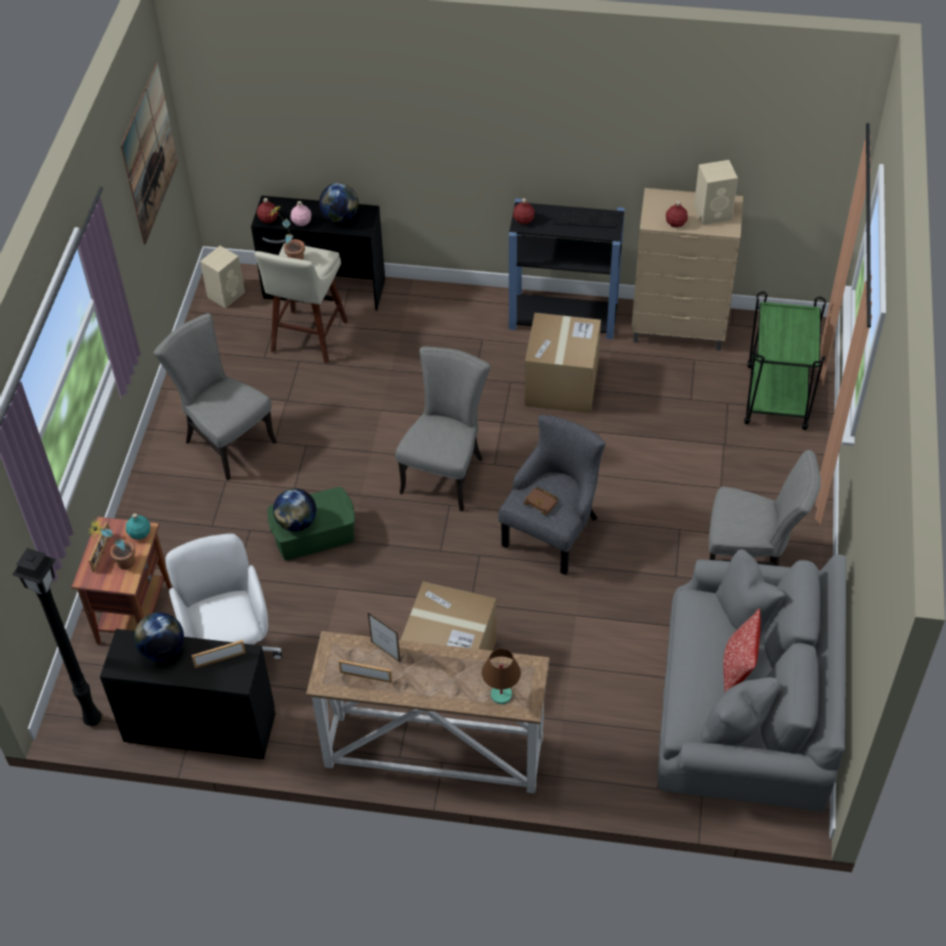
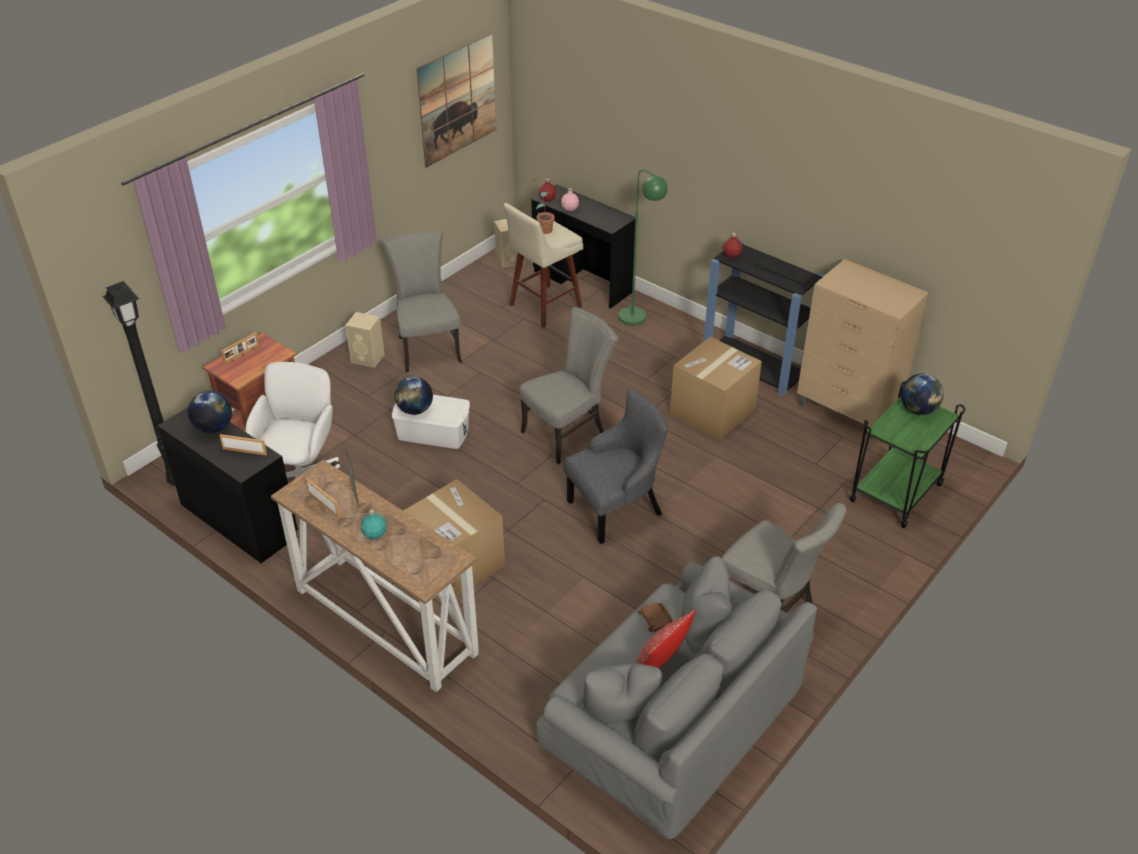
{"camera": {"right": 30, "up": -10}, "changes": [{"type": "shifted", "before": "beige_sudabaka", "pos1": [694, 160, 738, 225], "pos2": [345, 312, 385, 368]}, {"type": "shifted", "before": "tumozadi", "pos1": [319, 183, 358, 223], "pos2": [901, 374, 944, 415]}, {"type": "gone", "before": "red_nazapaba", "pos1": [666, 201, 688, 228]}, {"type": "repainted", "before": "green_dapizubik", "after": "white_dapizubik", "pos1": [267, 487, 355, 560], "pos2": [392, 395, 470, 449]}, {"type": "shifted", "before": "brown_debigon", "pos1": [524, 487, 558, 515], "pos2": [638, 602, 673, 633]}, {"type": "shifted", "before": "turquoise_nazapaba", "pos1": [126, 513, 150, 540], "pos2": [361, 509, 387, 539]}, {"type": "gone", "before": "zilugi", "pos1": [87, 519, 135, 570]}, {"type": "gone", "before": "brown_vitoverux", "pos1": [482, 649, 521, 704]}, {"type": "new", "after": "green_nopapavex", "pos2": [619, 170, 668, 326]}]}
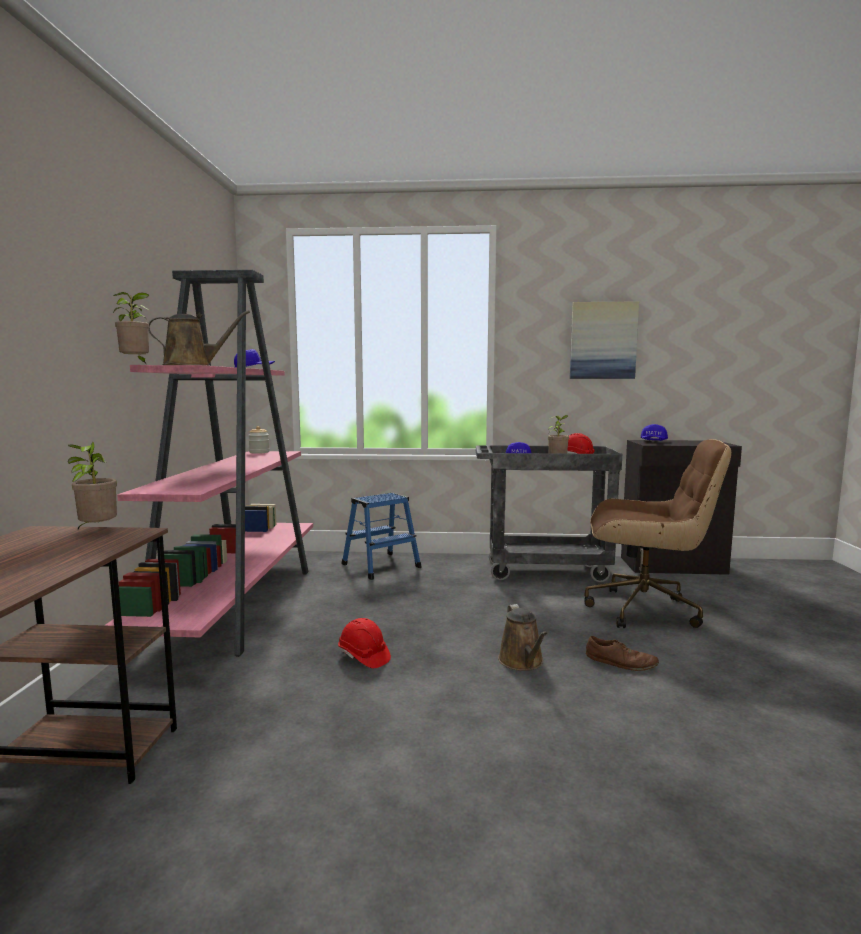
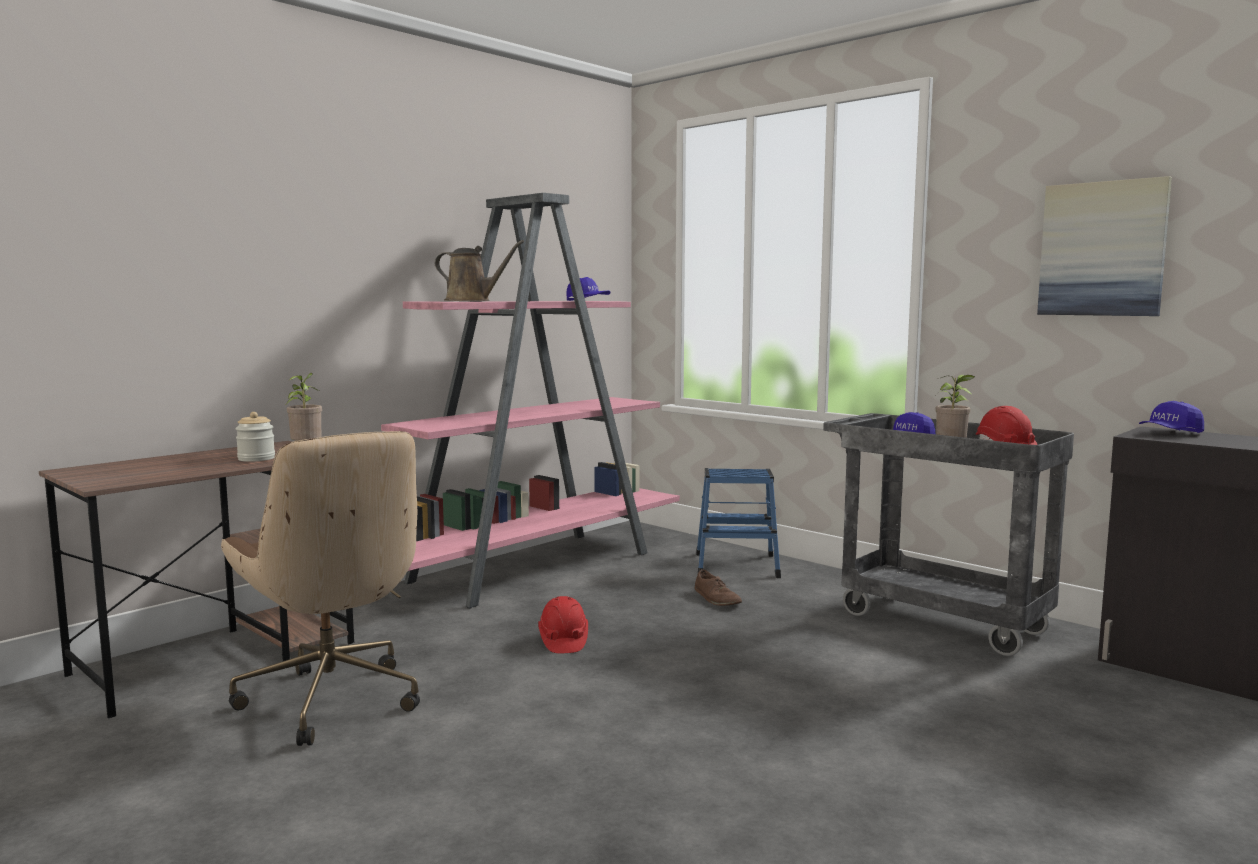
{"camera": {"right": 40, "up": 0}, "changes": [{"type": "gone", "before": "zilugi", "pos1": [113, 292, 149, 364]}, {"type": "shifted", "before": "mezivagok", "pos1": [248, 426, 269, 454], "pos2": [235, 412, 275, 462]}, {"type": "shifted", "before": "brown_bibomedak", "pos1": [584, 439, 731, 628], "pos2": [221, 431, 420, 746]}, {"type": "gone", "before": "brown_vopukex", "pos1": [498, 604, 547, 671]}, {"type": "shifted", "before": "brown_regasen", "pos1": [586, 636, 659, 671], "pos2": [695, 569, 742, 606]}]}
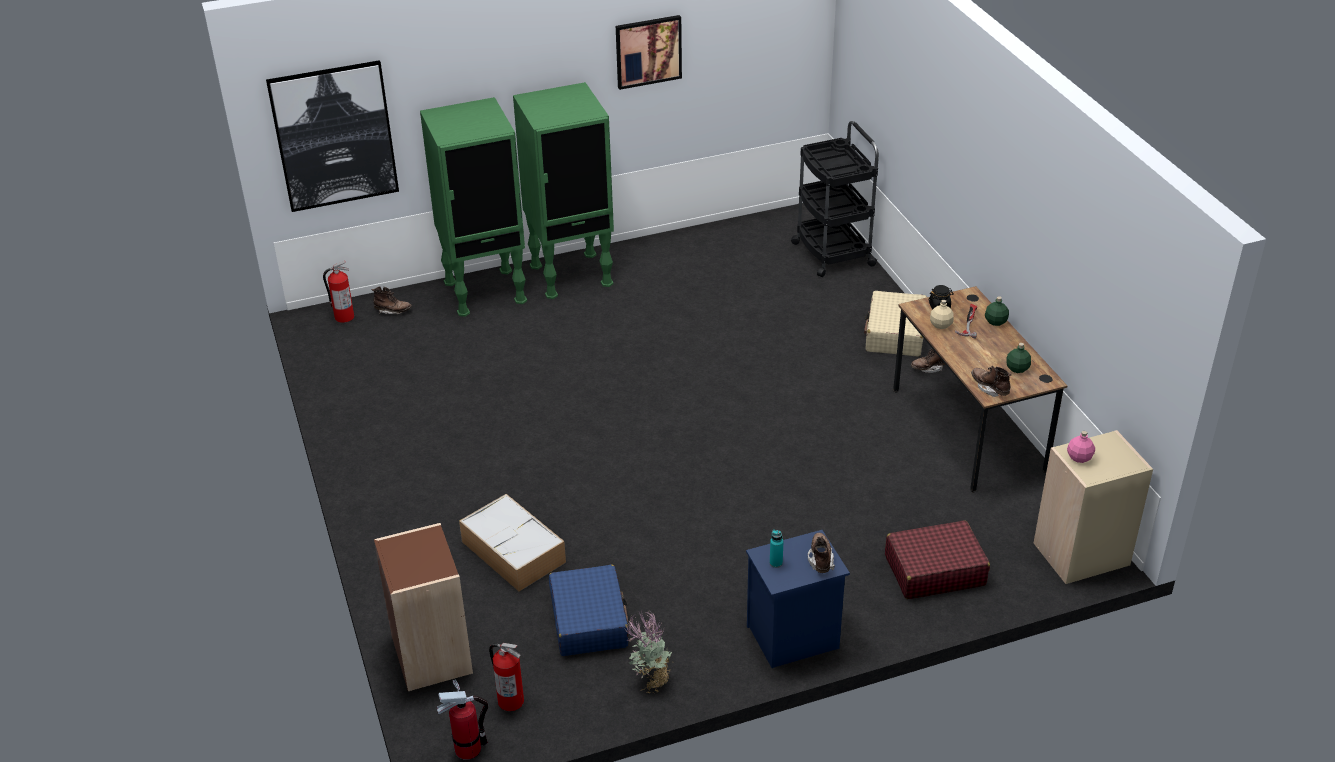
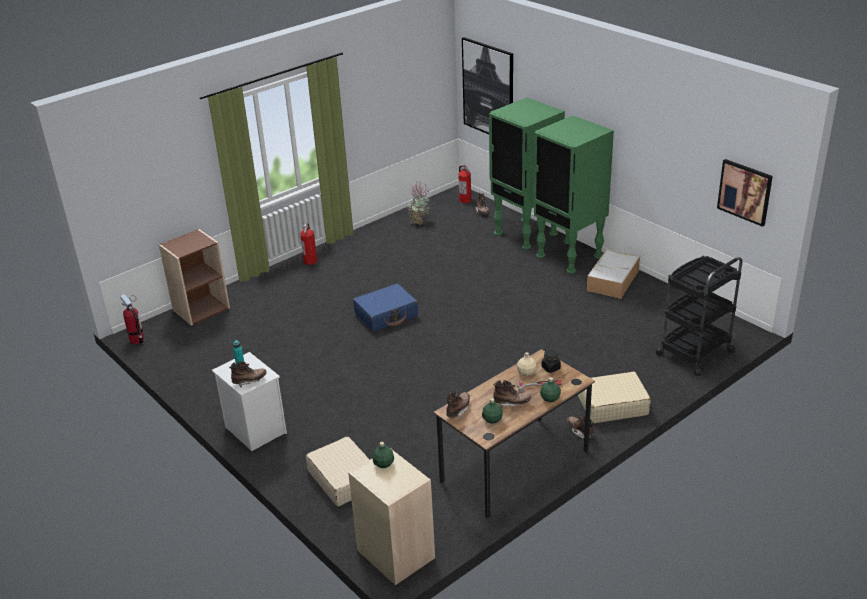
{"camera": {"right": 70, "up": -5}, "changes": [{"type": "shifted", "before": "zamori", "pos1": [616, 15, 682, 90], "pos2": [717, 159, 773, 227]}, {"type": "repainted", "before": "pink_nazapaba", "after": "green_nazapaba", "pos1": [1067, 431, 1095, 463], "pos2": [372, 442, 394, 468]}, {"type": "shifted", "before": "dapizubik", "pos1": [459, 494, 566, 591], "pos2": [587, 249, 640, 299]}, {"type": "repainted", "before": "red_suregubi", "after": "beige_suregubi", "pos1": [885, 520, 990, 599], "pos2": [306, 436, 369, 507]}, {"type": "repainted", "before": "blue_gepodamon", "after": "white_gepodamon", "pos1": [746, 530, 850, 668], "pos2": [212, 352, 287, 451]}, {"type": "shifted", "before": "blue_suregubi", "pos1": [549, 565, 629, 656], "pos2": [353, 284, 418, 332]}, {"type": "shifted", "before": "zilugi", "pos1": [625, 610, 673, 694], "pos2": [407, 182, 431, 225]}, {"type": "shifted", "before": "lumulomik", "pos1": [489, 643, 524, 711], "pos2": [300, 223, 317, 265]}, {"type": "new", "after": "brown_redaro", "pos2": [493, 380, 531, 408]}]}
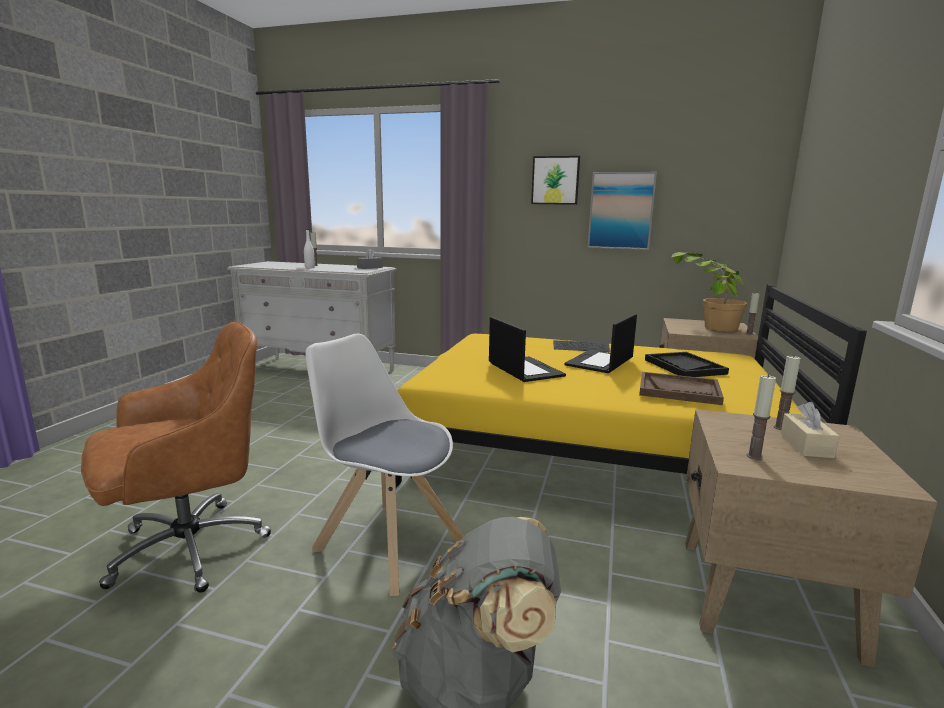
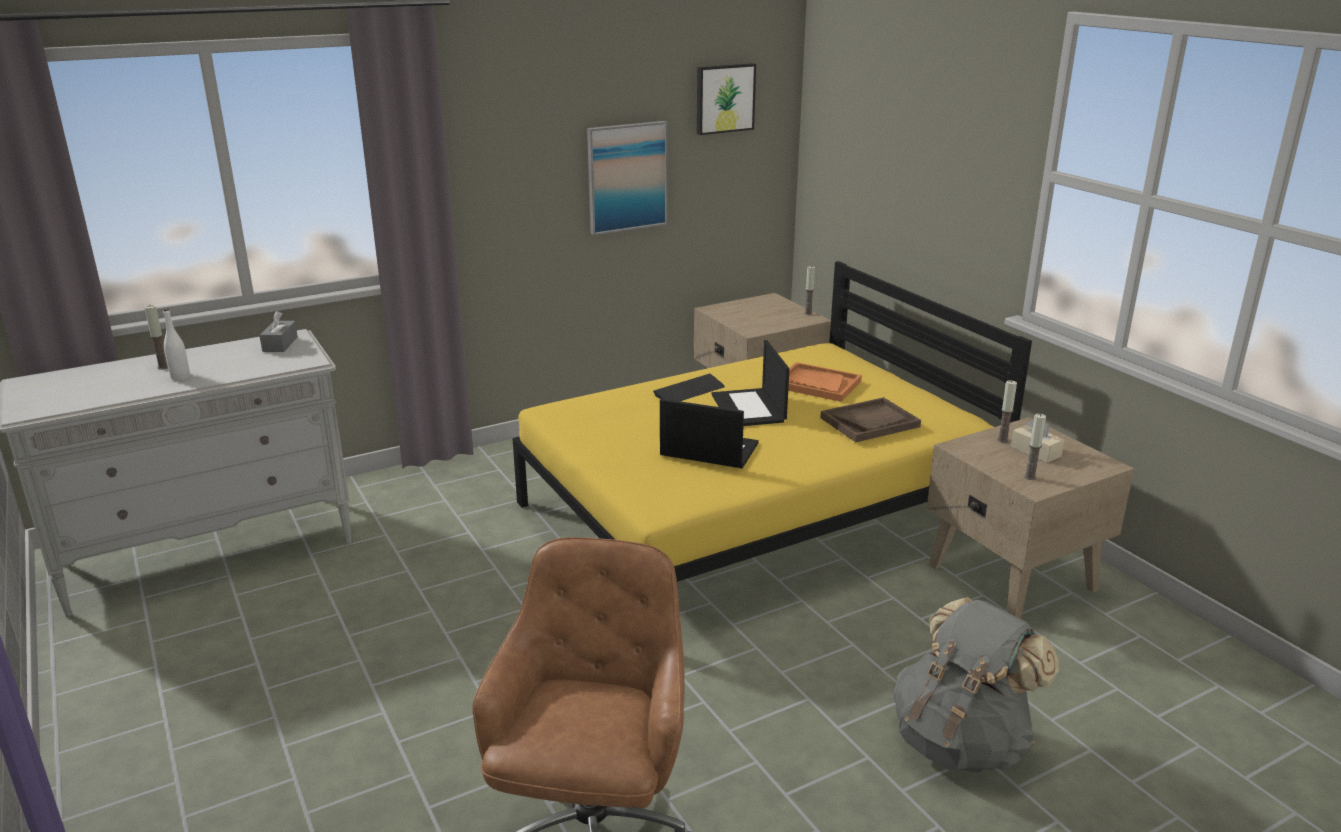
{"camera": {"right": -45, "up": 10}, "changes": [{"type": "shifted", "before": "zamori", "pos1": [531, 156, 580, 205], "pos2": [697, 63, 756, 135]}, {"type": "gone", "before": "zilugi", "pos1": [671, 252, 747, 332]}, {"type": "gone", "before": "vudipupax", "pos1": [305, 334, 464, 596]}, {"type": "repainted", "before": "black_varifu", "after": "orange_varifu", "pos1": [645, 352, 729, 377], "pos2": [788, 362, 862, 402]}]}
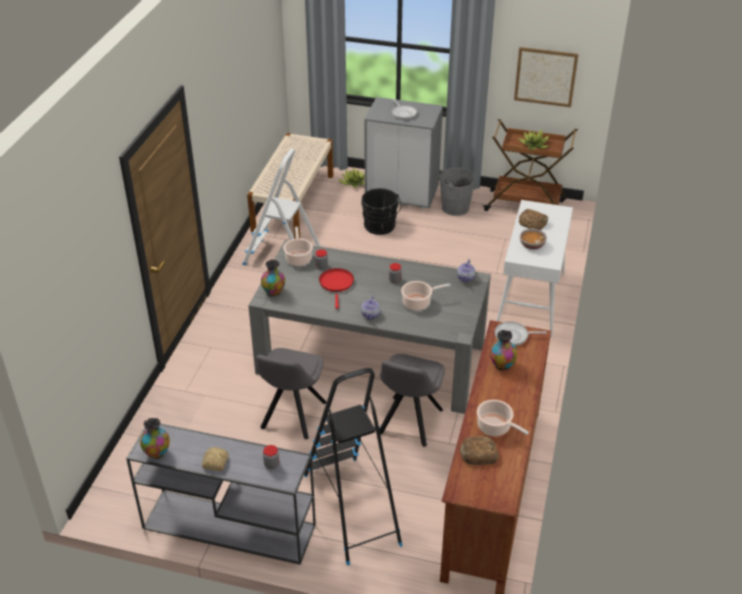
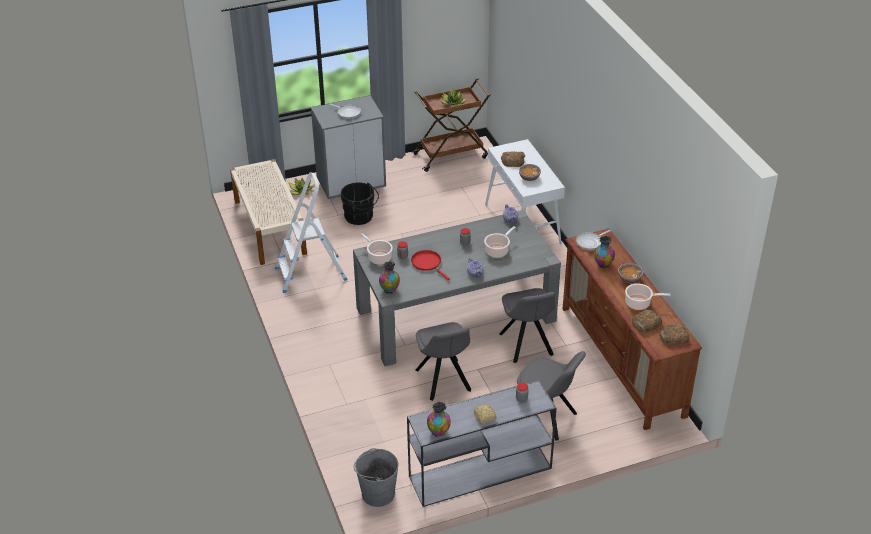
{"camera": {"right": -35, "up": 0}, "changes": [{"type": "gone", "before": "zamori", "pos1": [514, 47, 579, 107]}, {"type": "shifted", "before": "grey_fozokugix", "pos1": [439, 167, 475, 216], "pos2": [353, 448, 399, 507]}, {"type": "swapped", "before": "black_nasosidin", "after": "grey_vudipupax", "pos1": [304, 368, 402, 566], "pos2": [517, 351, 586, 441]}, {"type": "new", "after": "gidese", "pos2": [618, 263, 643, 283]}, {"type": "new", "after": "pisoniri", "pos2": [659, 324, 690, 345]}]}
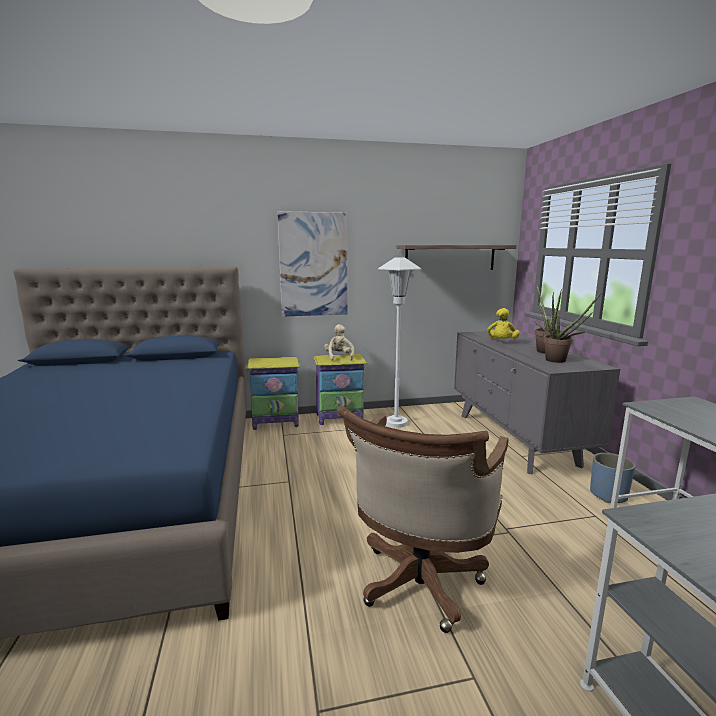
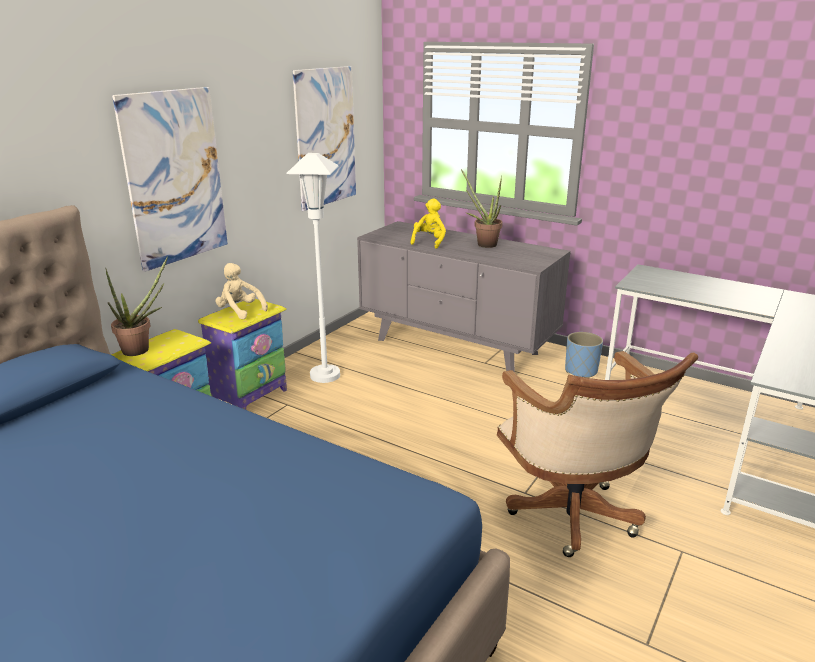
{"camera": {"right": -45, "up": 10}, "changes": [{"type": "swapped", "before": "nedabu", "after": "zamori", "pos1": [396, 245, 517, 270], "pos2": [293, 66, 356, 211]}, {"type": "shifted", "before": "zilugi", "pos1": [543, 292, 602, 363], "pos2": [105, 256, 168, 356]}, {"type": "rotated", "before": "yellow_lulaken", "pos1": [488, 308, 520, 339], "pos2": [410, 198, 446, 249], "turn": -135}]}
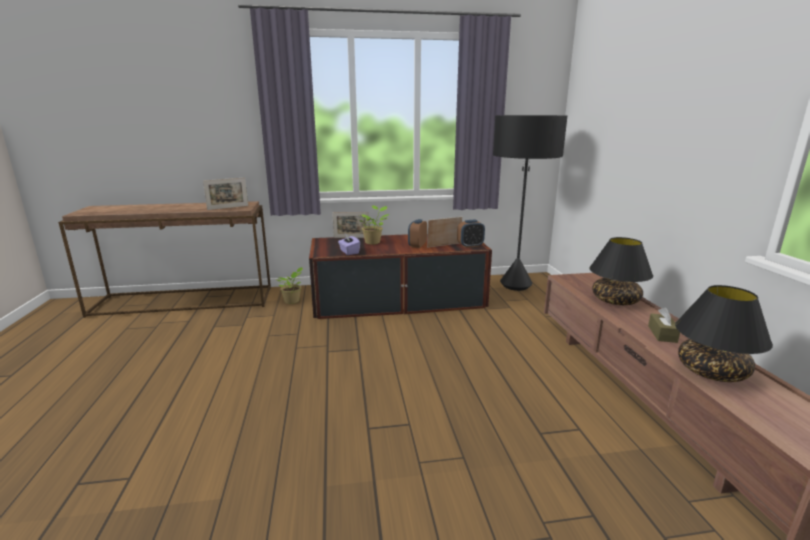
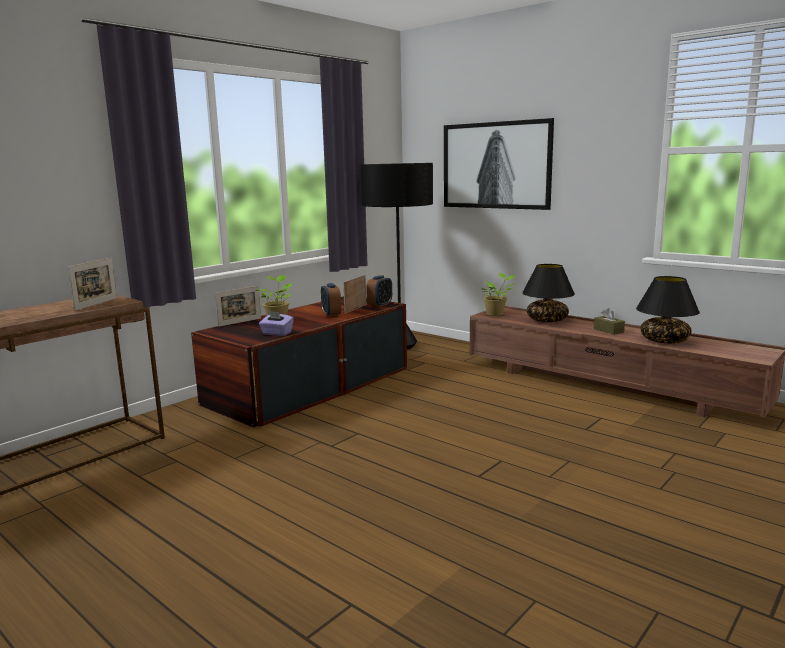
{"camera": {"right": -40, "up": -5}, "changes": [{"type": "shifted", "before": "zilugi", "pos1": [277, 267, 303, 304], "pos2": [482, 273, 515, 316]}, {"type": "new", "after": "zamori", "pos2": [444, 118, 554, 210]}]}
